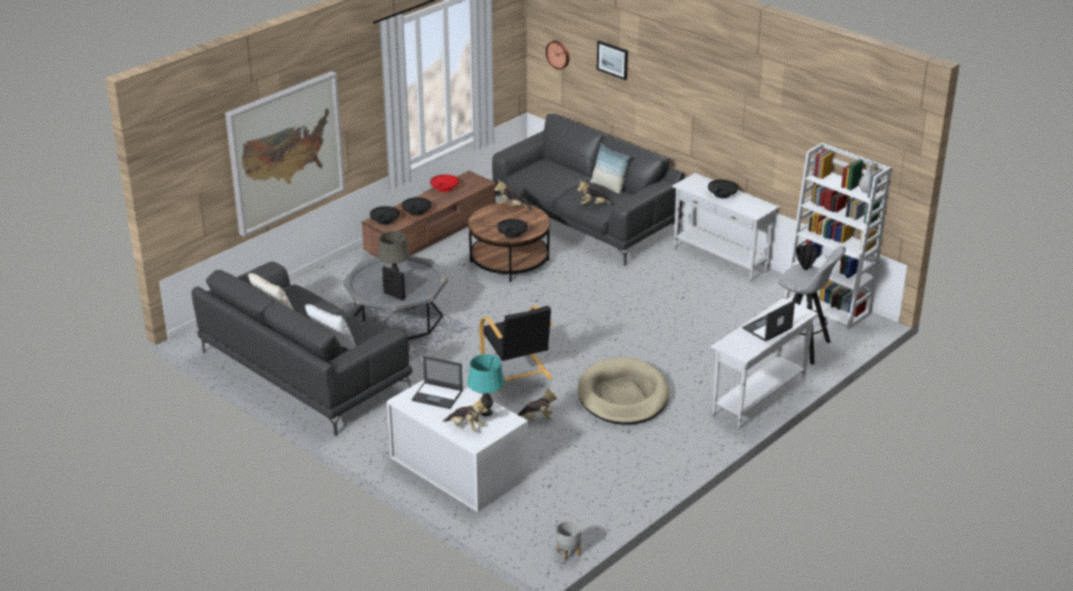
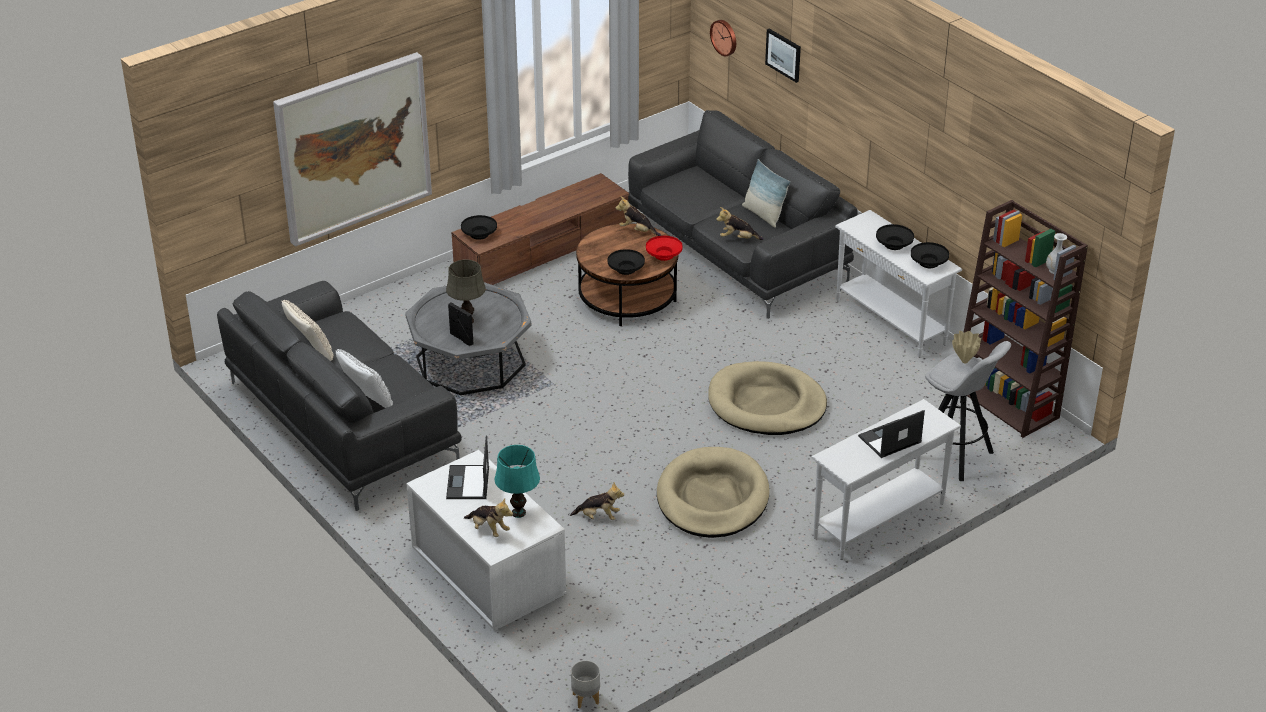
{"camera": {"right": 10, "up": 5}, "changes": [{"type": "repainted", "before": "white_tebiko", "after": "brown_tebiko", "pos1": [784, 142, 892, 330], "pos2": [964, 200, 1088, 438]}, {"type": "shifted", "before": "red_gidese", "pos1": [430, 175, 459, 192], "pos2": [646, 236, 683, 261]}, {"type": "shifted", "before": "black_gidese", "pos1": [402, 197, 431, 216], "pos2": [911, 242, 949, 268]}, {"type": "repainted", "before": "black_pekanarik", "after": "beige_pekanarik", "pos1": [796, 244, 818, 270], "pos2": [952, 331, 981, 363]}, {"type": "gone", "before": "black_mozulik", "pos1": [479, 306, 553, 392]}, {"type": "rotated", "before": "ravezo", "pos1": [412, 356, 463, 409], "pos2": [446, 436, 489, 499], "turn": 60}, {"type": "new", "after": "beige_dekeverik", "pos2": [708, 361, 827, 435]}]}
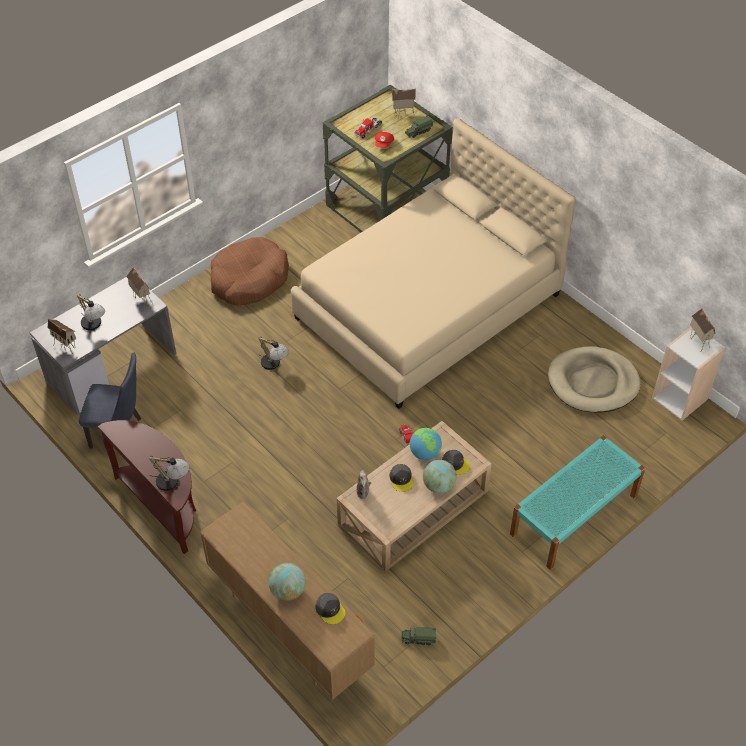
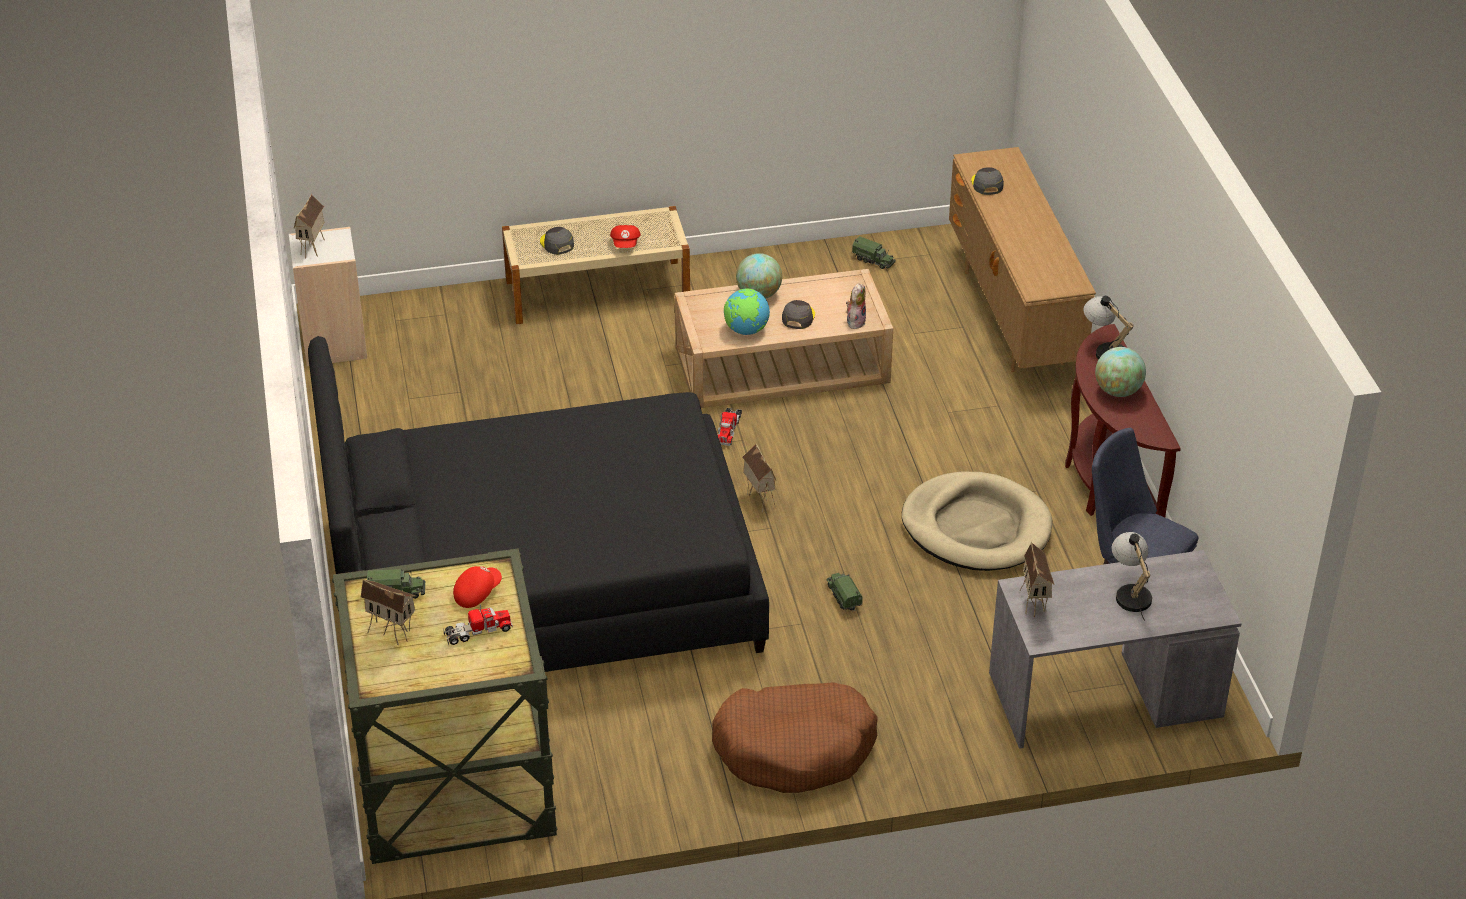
{"camera": {"right": -150, "up": -10}, "changes": [{"type": "repainted", "before": "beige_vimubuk", "after": "black_vimubuk", "pos1": [291, 118, 576, 409], "pos2": [308, 336, 769, 672]}, {"type": "shifted", "before": "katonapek", "pos1": [48, 319, 77, 354], "pos2": [742, 443, 776, 513]}, {"type": "swapped", "before": "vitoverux", "after": "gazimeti", "pos1": [258, 336, 289, 370], "pos2": [827, 573, 863, 612]}, {"type": "shifted", "before": "beige_dekeverik", "pos1": [548, 346, 640, 413], "pos2": [902, 472, 1052, 571]}, {"type": "repainted", "before": "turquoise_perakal", "after": "beige_perakal", "pos1": [510, 435, 645, 570], "pos2": [502, 206, 690, 324]}, {"type": "shifted", "before": "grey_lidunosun", "pos1": [442, 450, 470, 475], "pos2": [540, 227, 574, 255]}, {"type": "shifted", "before": "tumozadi", "pos1": [268, 563, 306, 601], "pos2": [1095, 347, 1146, 397]}, {"type": "new", "after": "red_lidunosun", "pos2": [610, 225, 641, 248]}]}
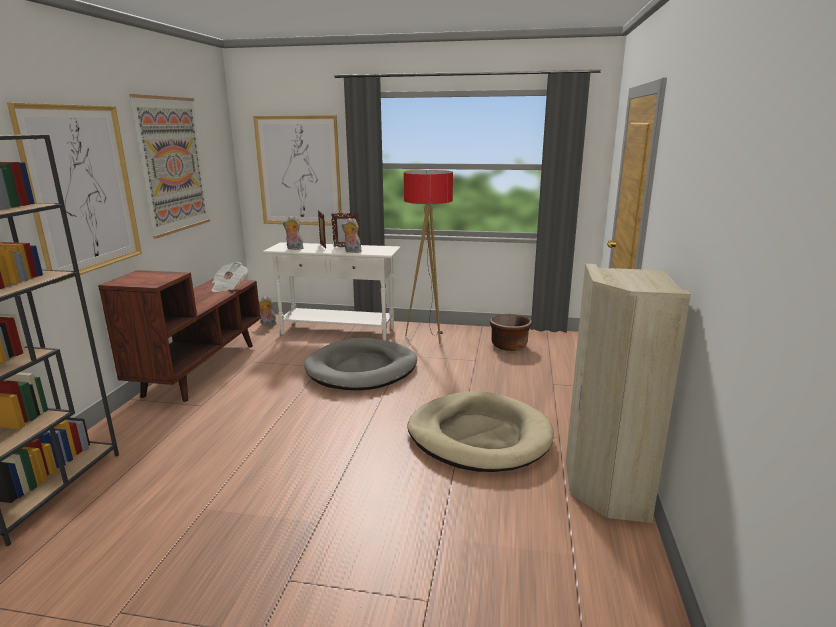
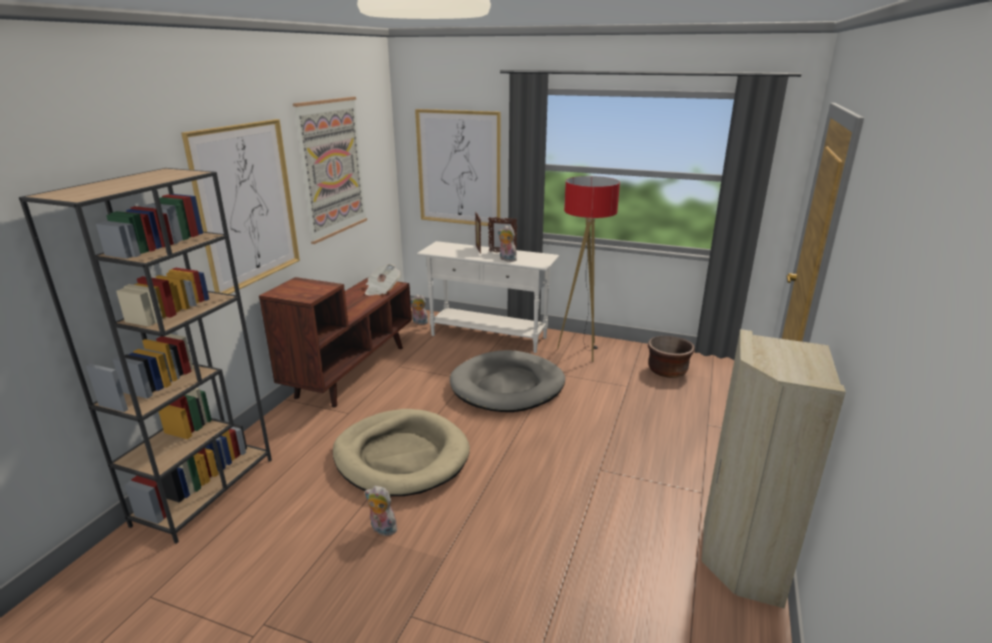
{"camera": {"right": 10, "up": 5}, "changes": [{"type": "shifted", "before": "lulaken", "pos1": [283, 216, 304, 250], "pos2": [365, 486, 397, 536]}, {"type": "shifted", "before": "beige_dekeverik", "pos1": [408, 391, 554, 472], "pos2": [333, 409, 470, 496]}]}
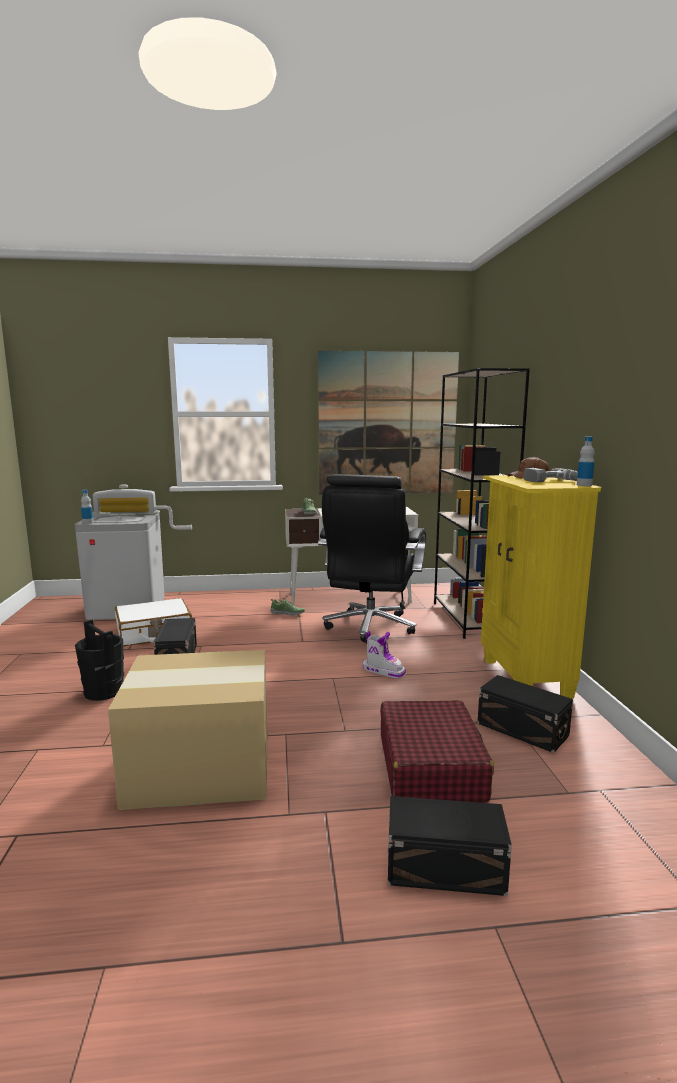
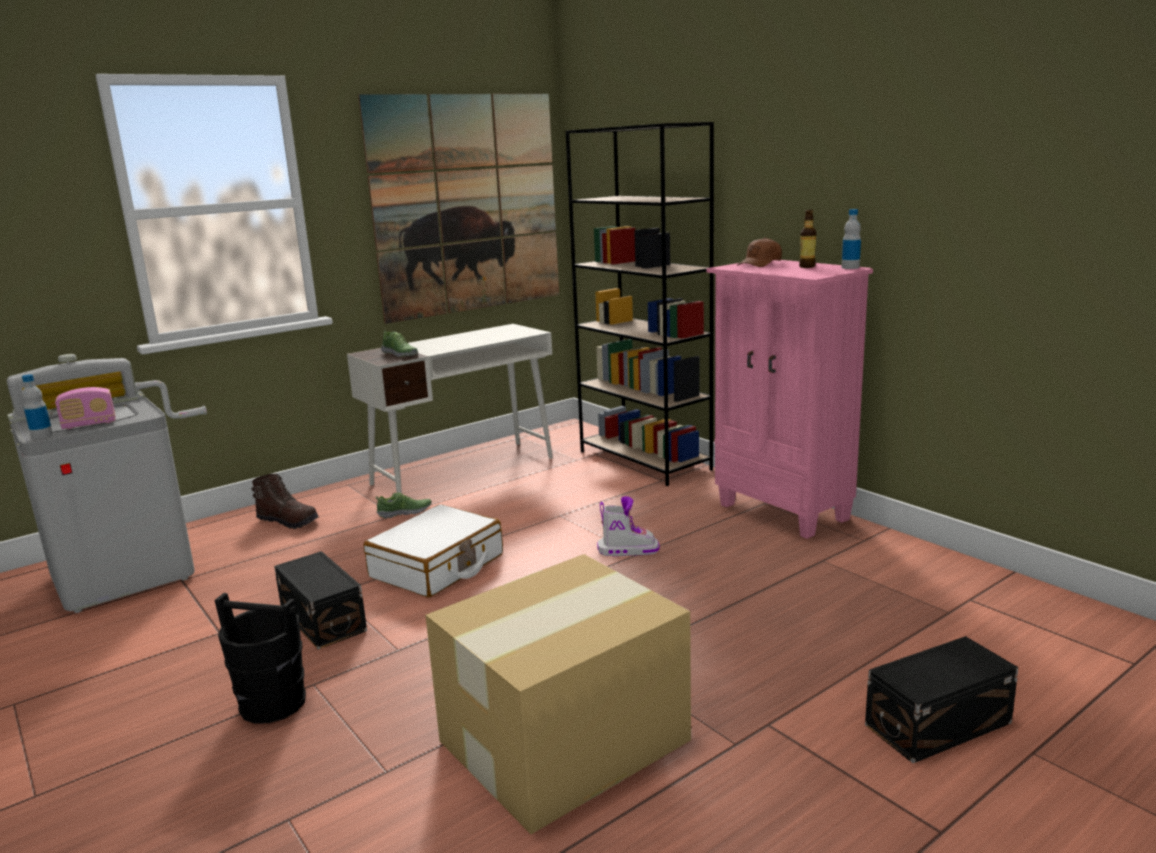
{"camera": {"right": -30, "up": 5}, "changes": [{"type": "swapped", "before": "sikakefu", "after": "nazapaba", "pos1": [524, 468, 578, 482], "pos2": [799, 210, 816, 268]}, {"type": "gone", "before": "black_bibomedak", "pos1": [318, 474, 426, 643]}, {"type": "repainted", "before": "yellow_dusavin", "after": "pink_dusavin", "pos1": [481, 475, 601, 699], "pos2": [706, 260, 873, 539]}, {"type": "shifted", "before": "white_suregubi", "pos1": [115, 598, 192, 646], "pos2": [364, 504, 503, 598]}, {"type": "gone", "before": "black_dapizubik", "pos1": [478, 675, 573, 753]}, {"type": "gone", "before": "red_suregubi", "pos1": [380, 700, 494, 803]}, {"type": "new", "after": "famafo", "pos2": [55, 387, 116, 429]}, {"type": "new", "after": "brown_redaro", "pos2": [251, 473, 319, 529]}]}
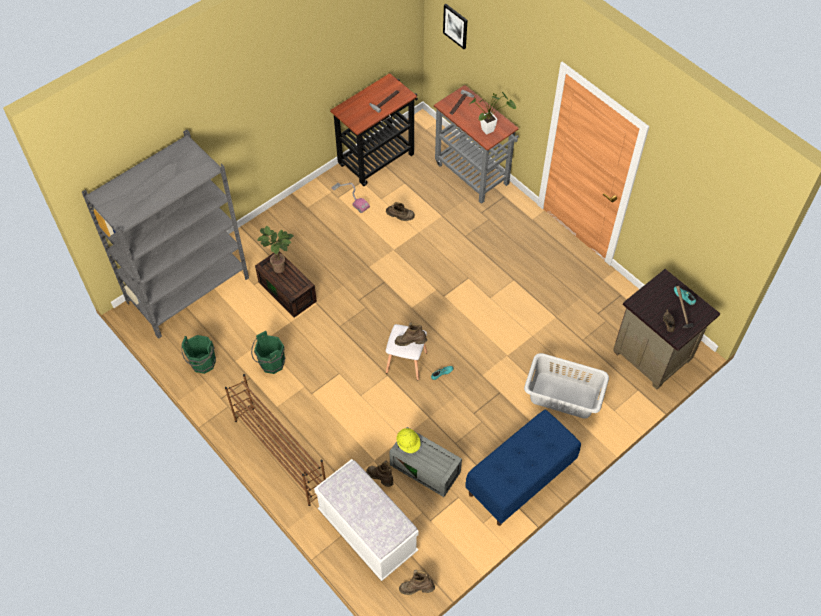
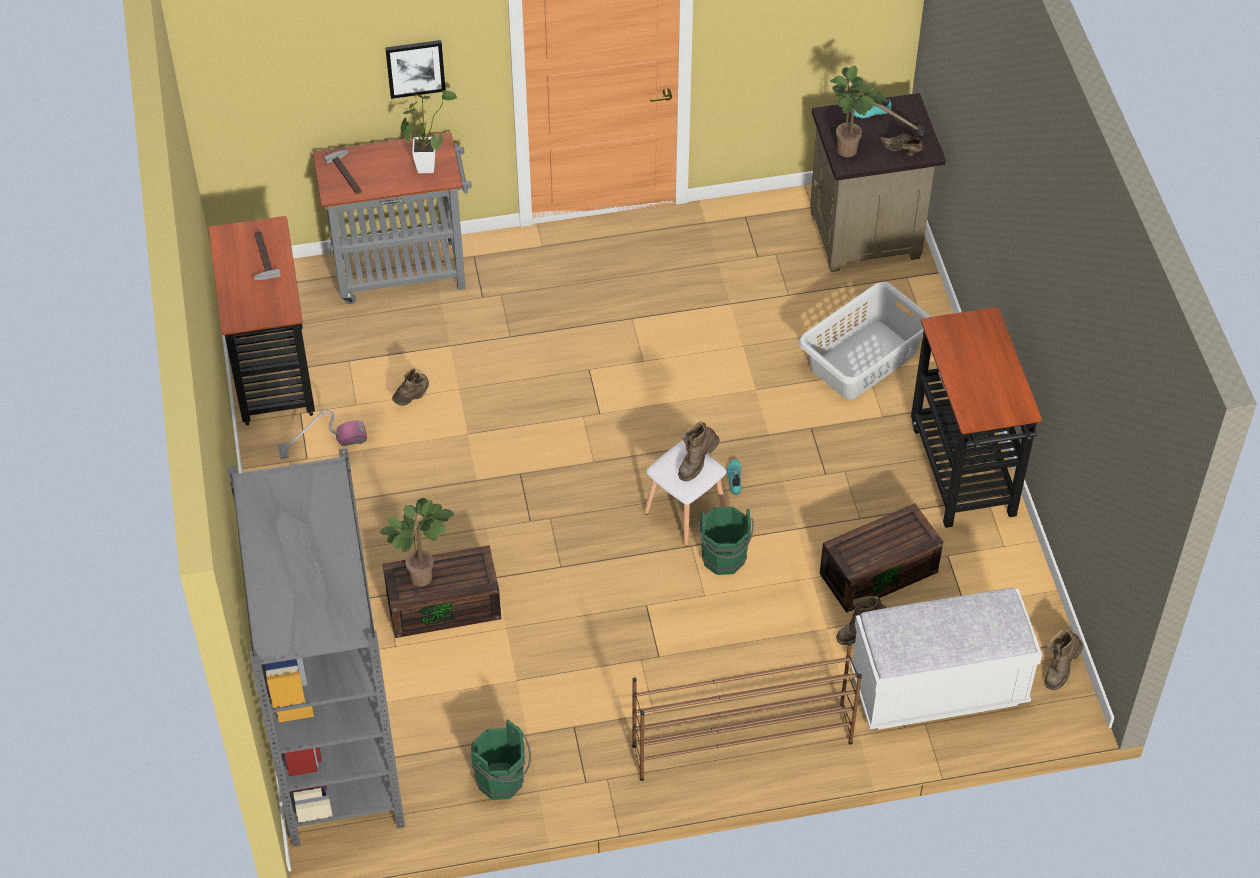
{"camera": {"right": -60, "up": -5}, "changes": [{"type": "shifted", "before": "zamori", "pos1": [443, 4, 467, 49], "pos2": [385, 40, 446, 99]}, {"type": "shifted", "before": "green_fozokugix", "pos1": [251, 331, 285, 374], "pos2": [698, 507, 754, 575]}, {"type": "swapped", "before": "blue_perakal", "after": "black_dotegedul", "pos1": [465, 410, 581, 526], "pos2": [911, 307, 1042, 528]}, {"type": "repainted", "before": "grey_dapizubik", "after": "brown_dapizubik", "pos1": [389, 427, 462, 497], "pos2": [820, 503, 943, 613]}, {"type": "gone", "before": "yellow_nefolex", "pos1": [397, 428, 421, 453]}, {"type": "new", "after": "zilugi", "pos2": [830, 66, 886, 157]}]}
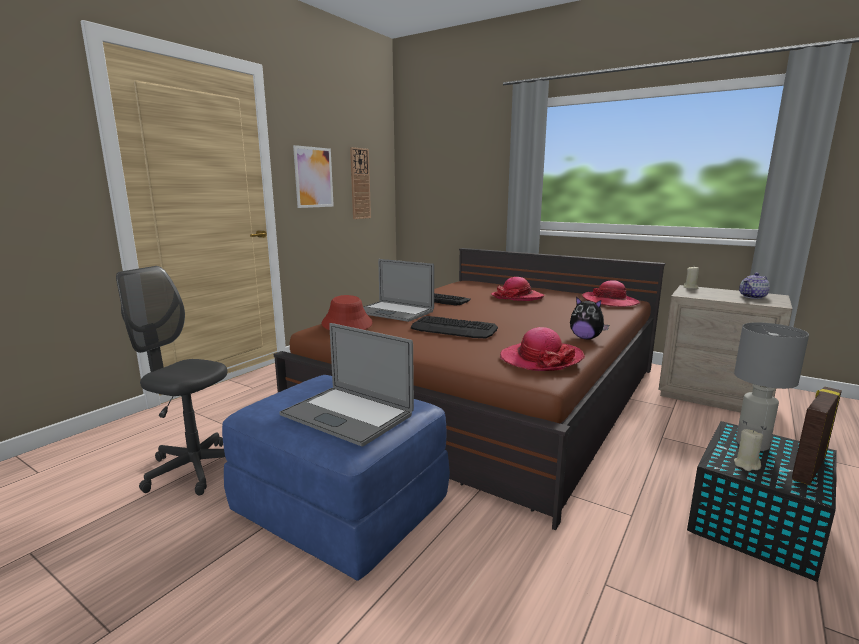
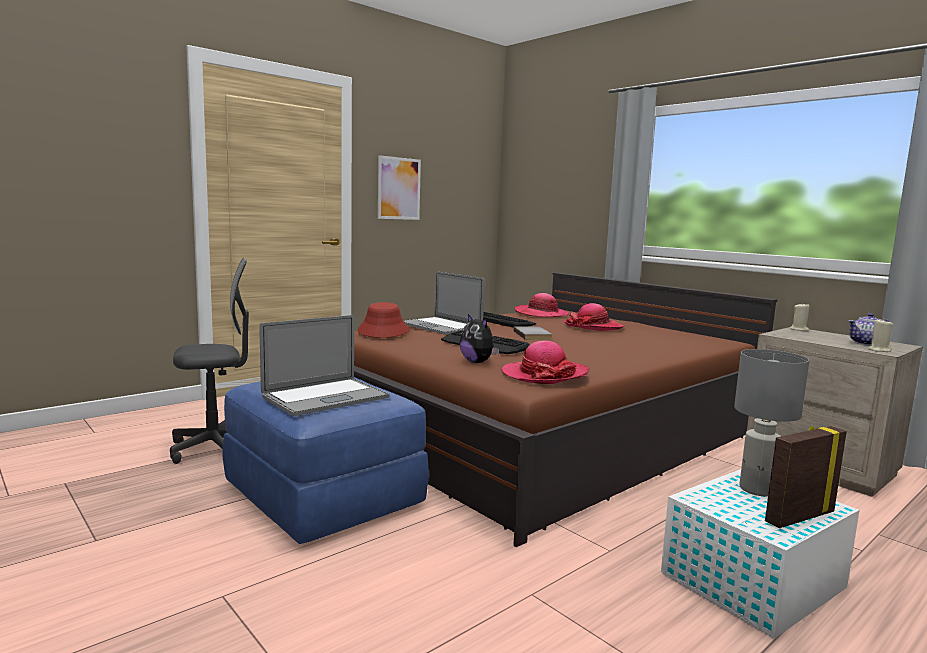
{"camera": {"right": 15, "up": -5}, "changes": [{"type": "gone", "before": "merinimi", "pos1": [350, 147, 371, 219]}, {"type": "rotated", "before": "grey_bibomedak", "pos1": [116, 266, 227, 495], "pos2": [170, 258, 249, 464], "turn": 120}, {"type": "shifted", "before": "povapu", "pos1": [582, 280, 640, 307], "pos2": [515, 293, 569, 317]}, {"type": "shifted", "before": "lulaken", "pos1": [570, 297, 609, 339], "pos2": [460, 314, 499, 363]}, {"type": "rotated", "before": "ravezo", "pos1": [279, 323, 414, 447], "pos2": [259, 315, 389, 416], "turn": -90}, {"type": "repainted", "before": "black_dapizubik", "after": "white_dapizubik", "pos1": [687, 421, 837, 582], "pos2": [661, 469, 859, 639]}, {"type": "shifted", "before": "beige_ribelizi", "pos1": [734, 429, 763, 471], "pos2": [868, 319, 893, 352]}, {"type": "new", "after": "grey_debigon", "pos2": [514, 327, 553, 340]}]}
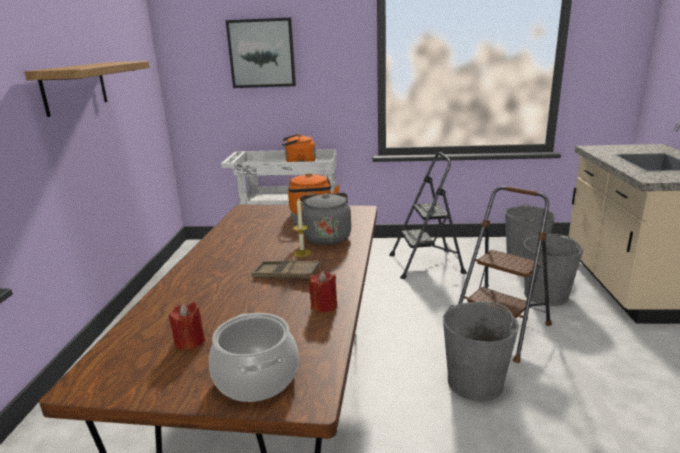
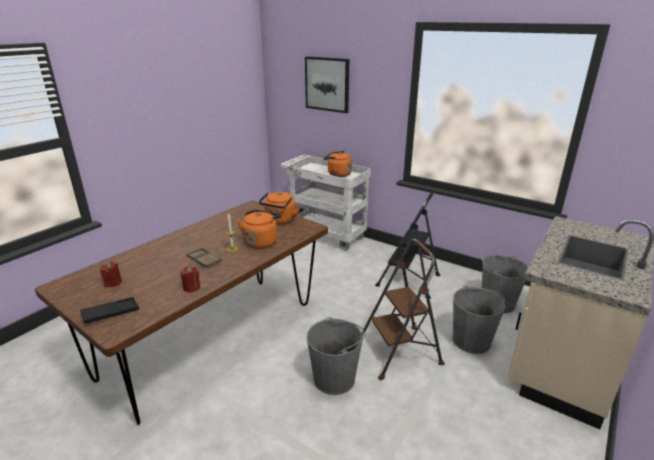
{"camera": {"right": 30, "up": 5}, "changes": [{"type": "gone", "before": "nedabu", "pos1": [24, 61, 149, 117]}, {"type": "repainted", "before": "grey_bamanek", "after": "orange_bamanek", "pos1": [291, 193, 351, 245], "pos2": [237, 210, 282, 249]}, {"type": "swapped", "before": "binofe", "after": "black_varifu", "pos1": [209, 313, 298, 402], "pos2": [80, 297, 139, 324]}]}
